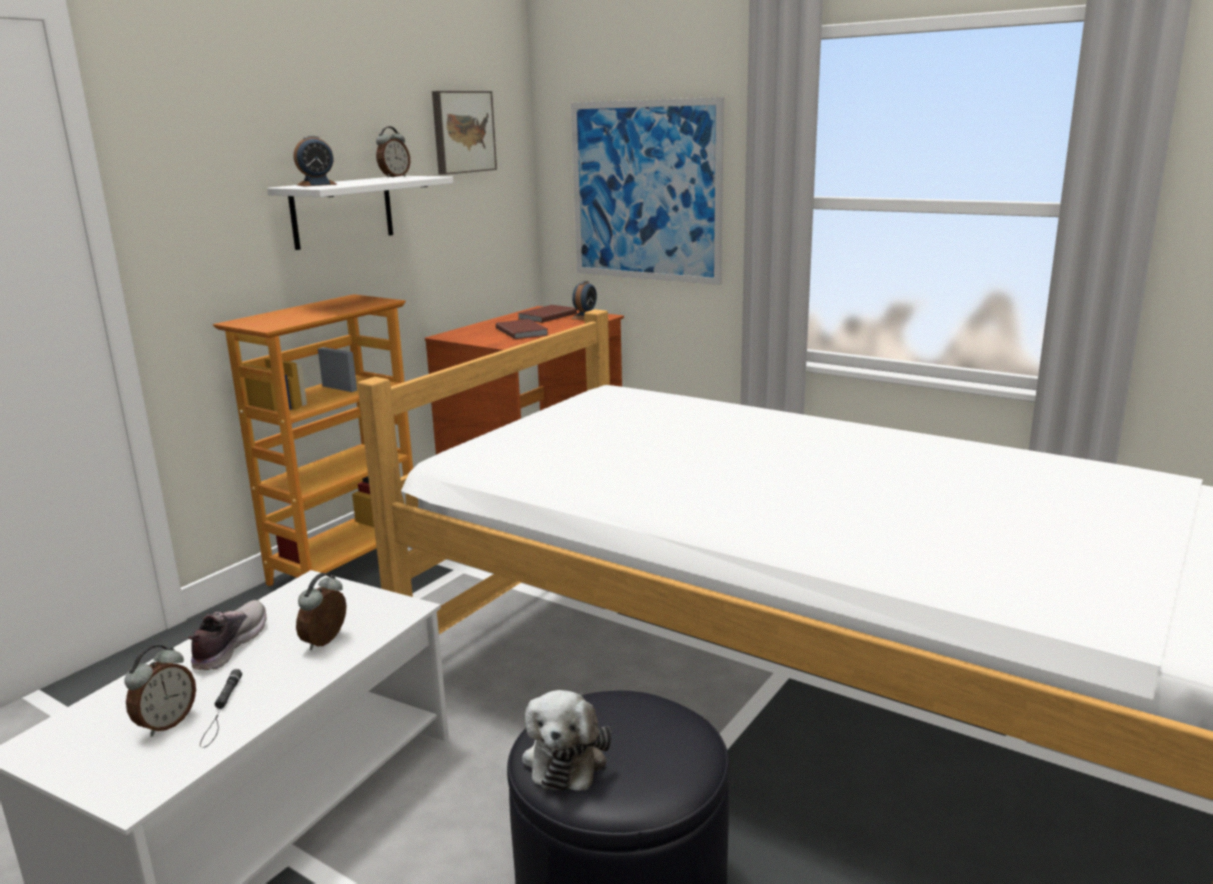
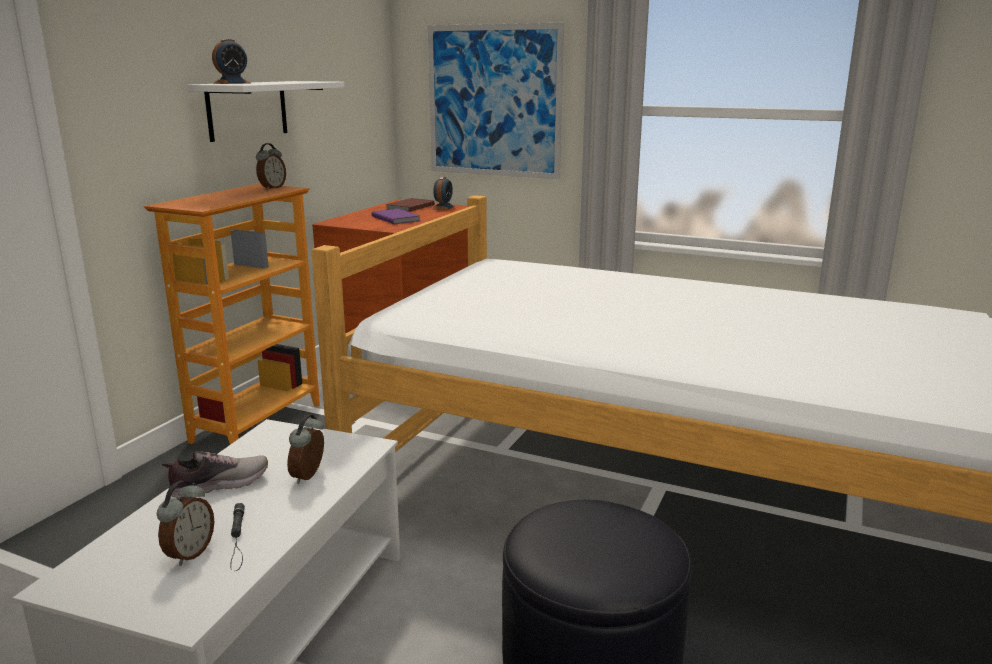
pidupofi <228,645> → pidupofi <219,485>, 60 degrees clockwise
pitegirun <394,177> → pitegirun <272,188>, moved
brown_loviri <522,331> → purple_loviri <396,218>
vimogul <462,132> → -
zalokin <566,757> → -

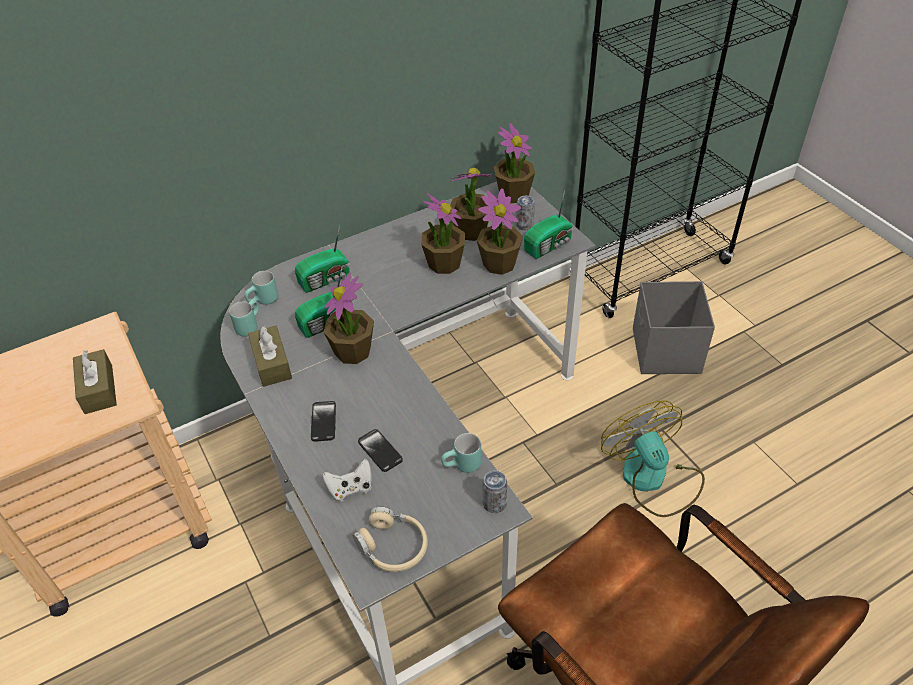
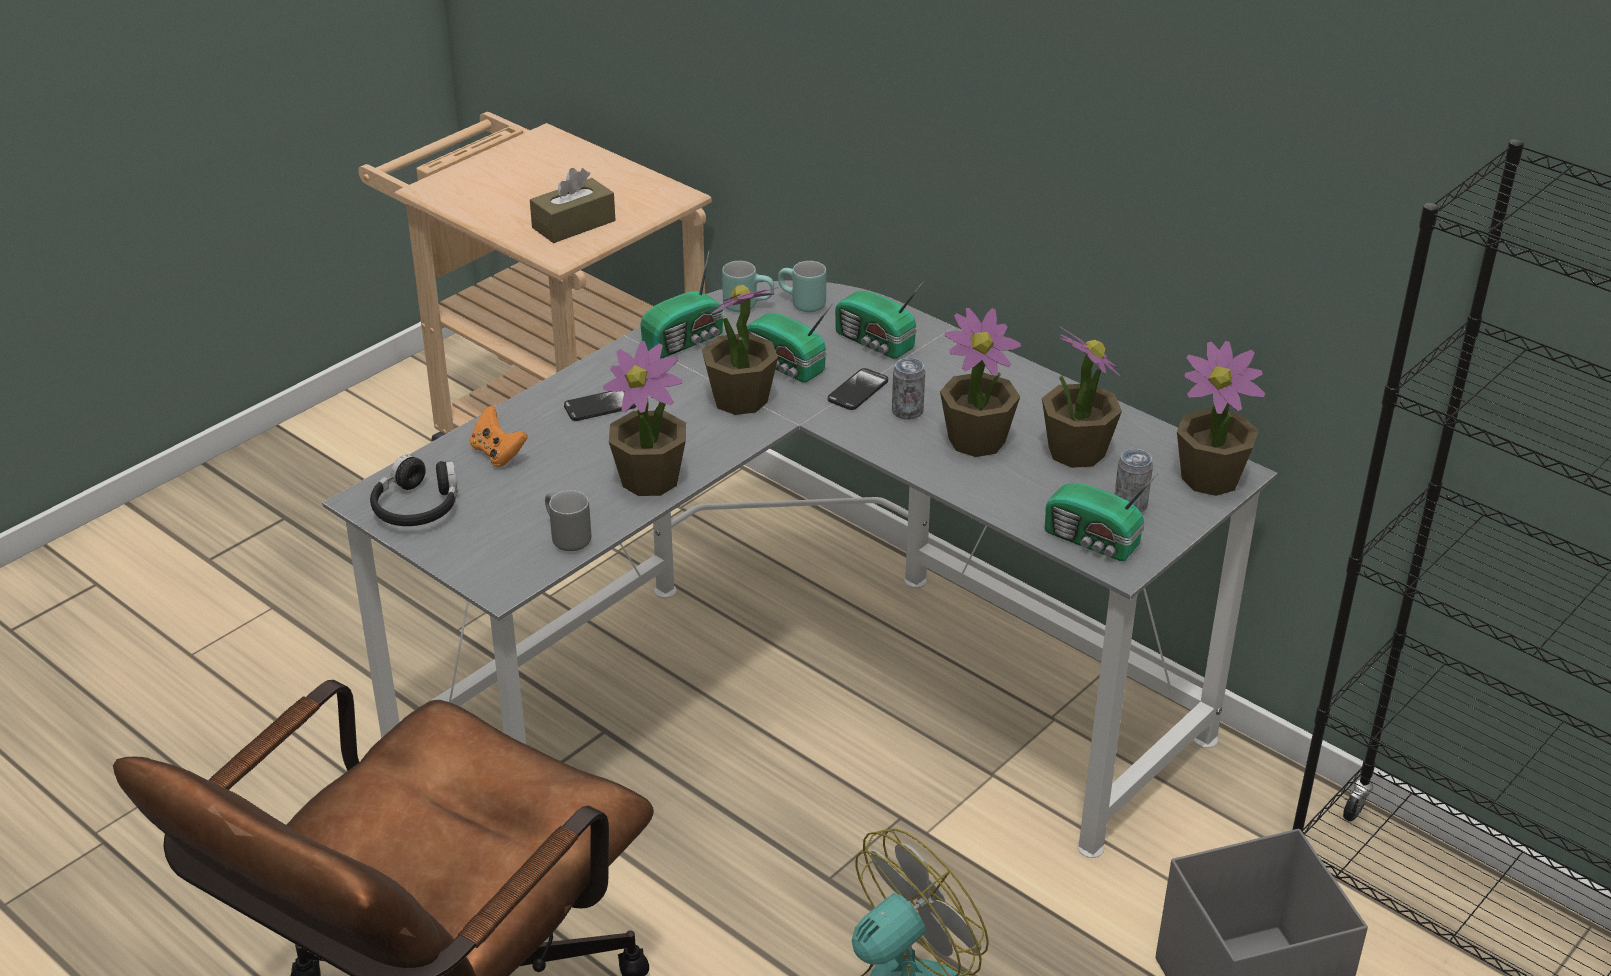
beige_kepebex <393,546> → black_kepebex <417,506>
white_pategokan <350,488> → orange_pategokan <497,453>
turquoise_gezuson <462,467> → grey_gezuson <564,538>
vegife <499,263> → vegife <650,479>, moved
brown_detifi <272,363> → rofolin <686,341>
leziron <380,451> → leziron <858,391>, moved
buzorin <494,503> → buzorin <907,412>, moved

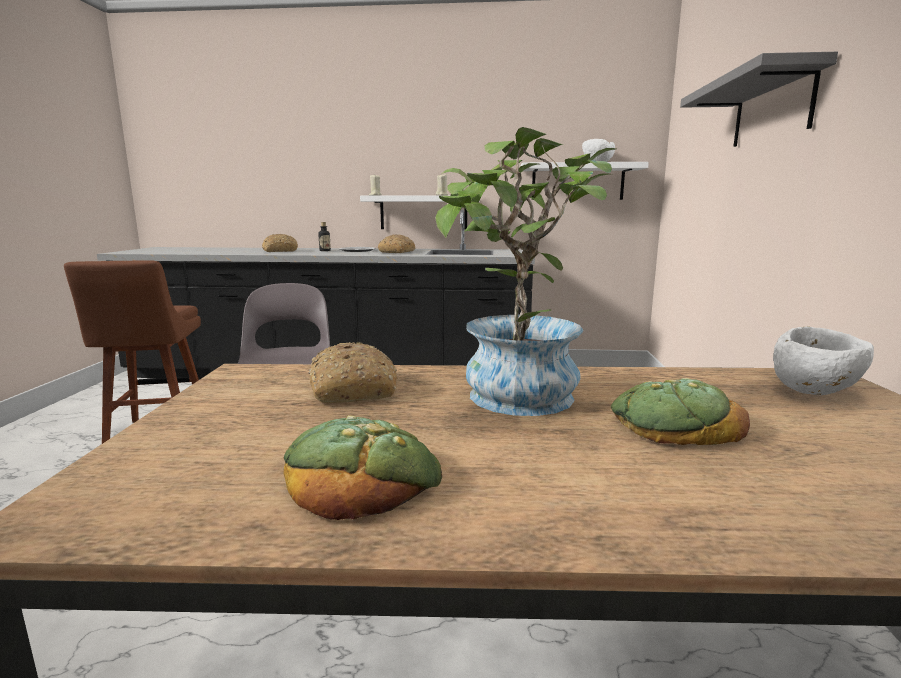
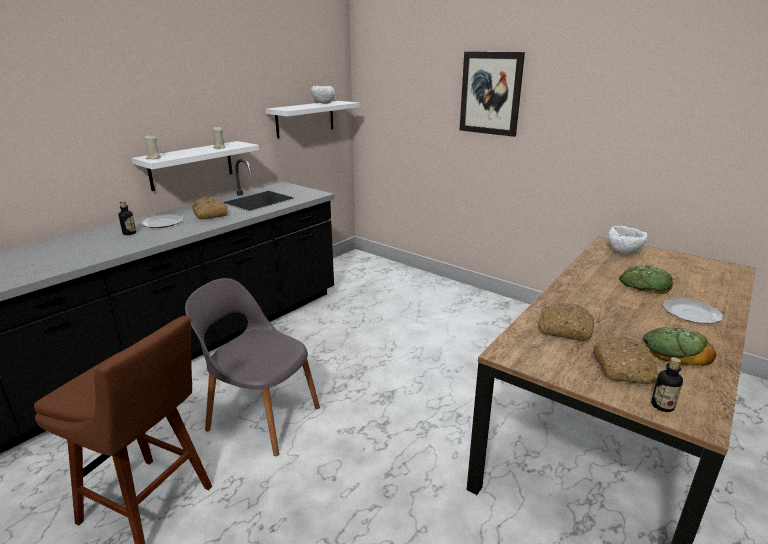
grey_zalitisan <772,109> → vimogul <490,93>
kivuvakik <279,251> → kivuvakik <623,368>, moved
- → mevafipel <662,406>
- → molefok <690,313>
vegife <514,401> → -

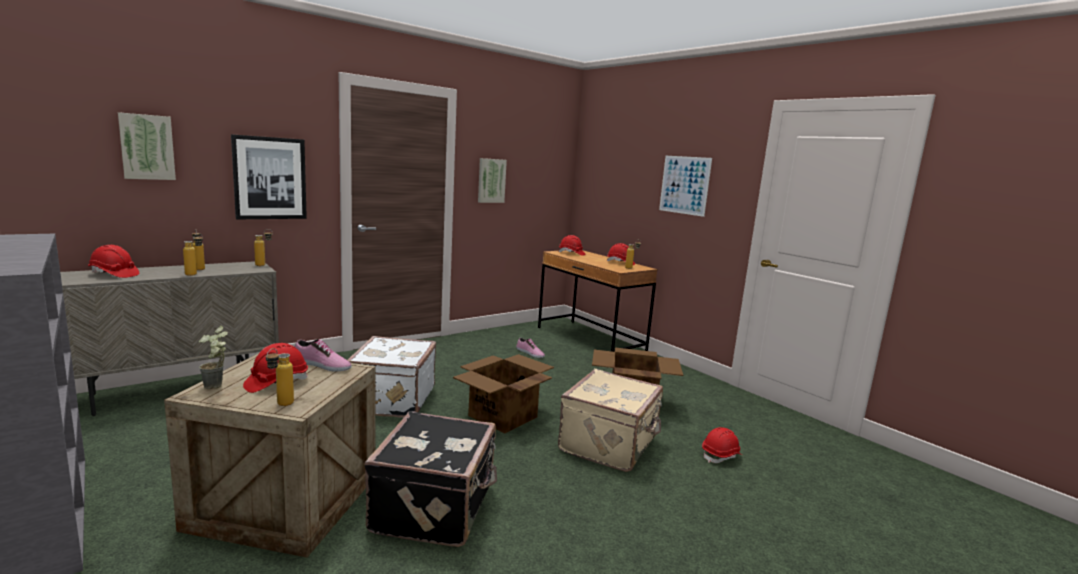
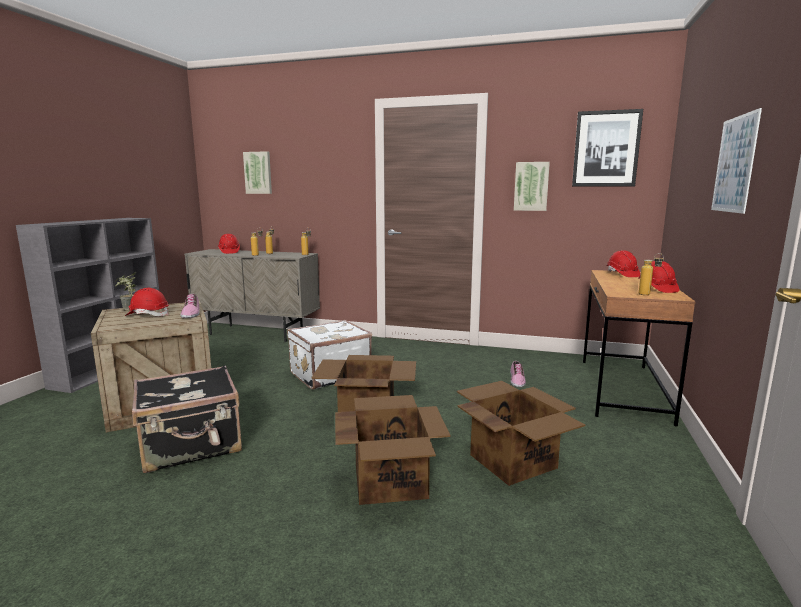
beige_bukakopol <610,444> → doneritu <390,481>
vimogul <270,178> → vimogul <606,149>, moved
mevafipel <280,405> → -
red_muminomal <721,456> → -

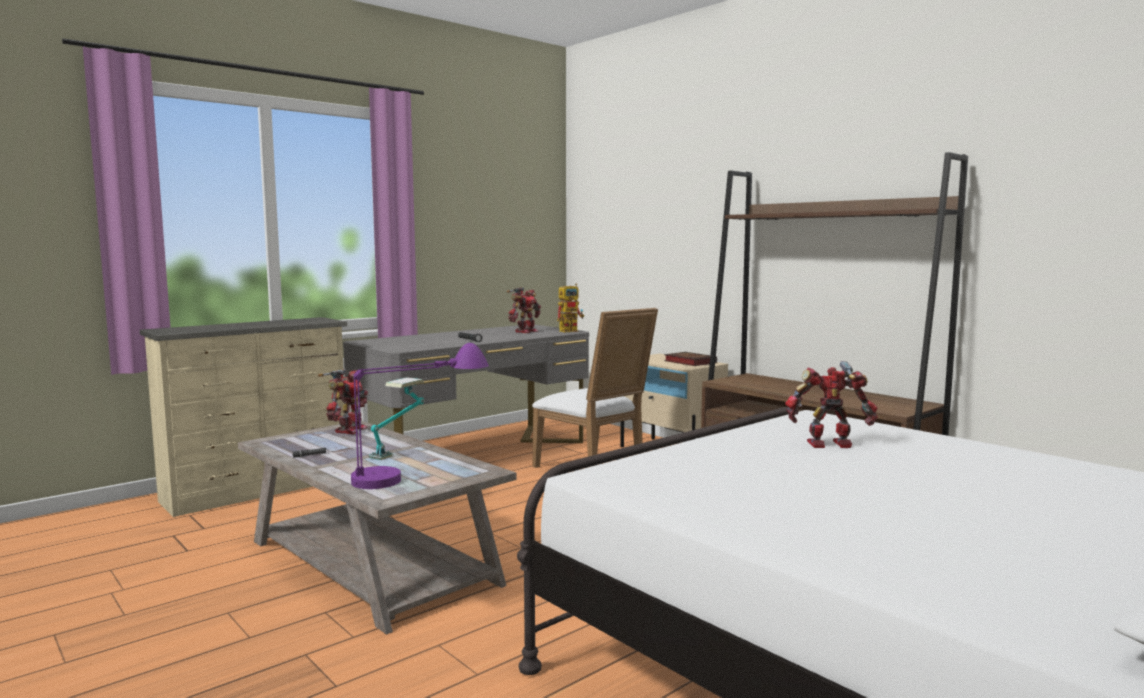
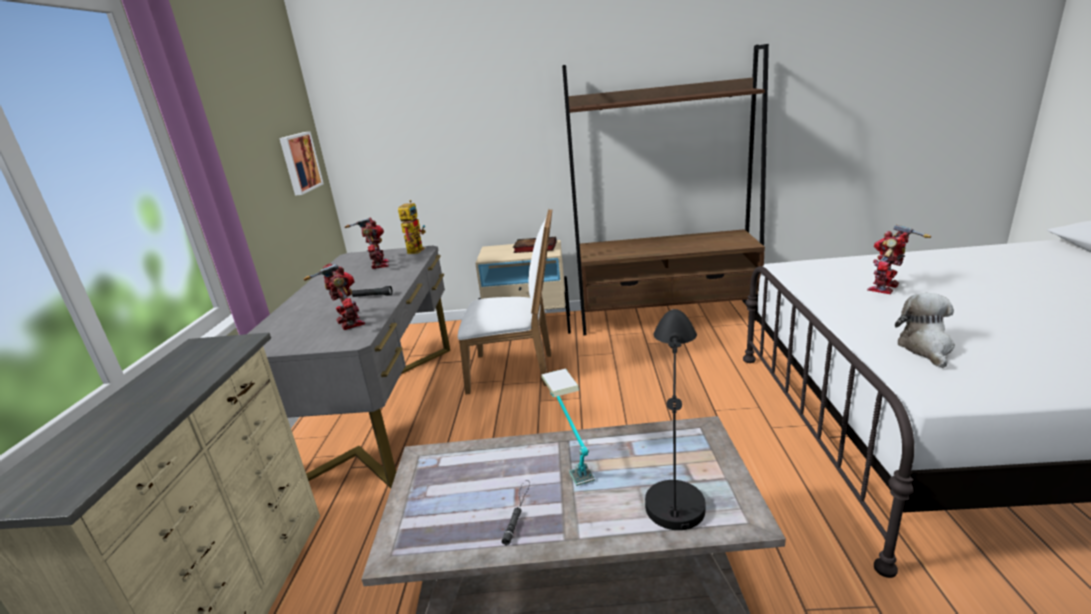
- → vimogul <299,162>
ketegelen <348,430> → ketegelen <348,323>, moved
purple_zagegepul <418,474> → black_zagegepul <675,472>
- → zalokin <926,348>

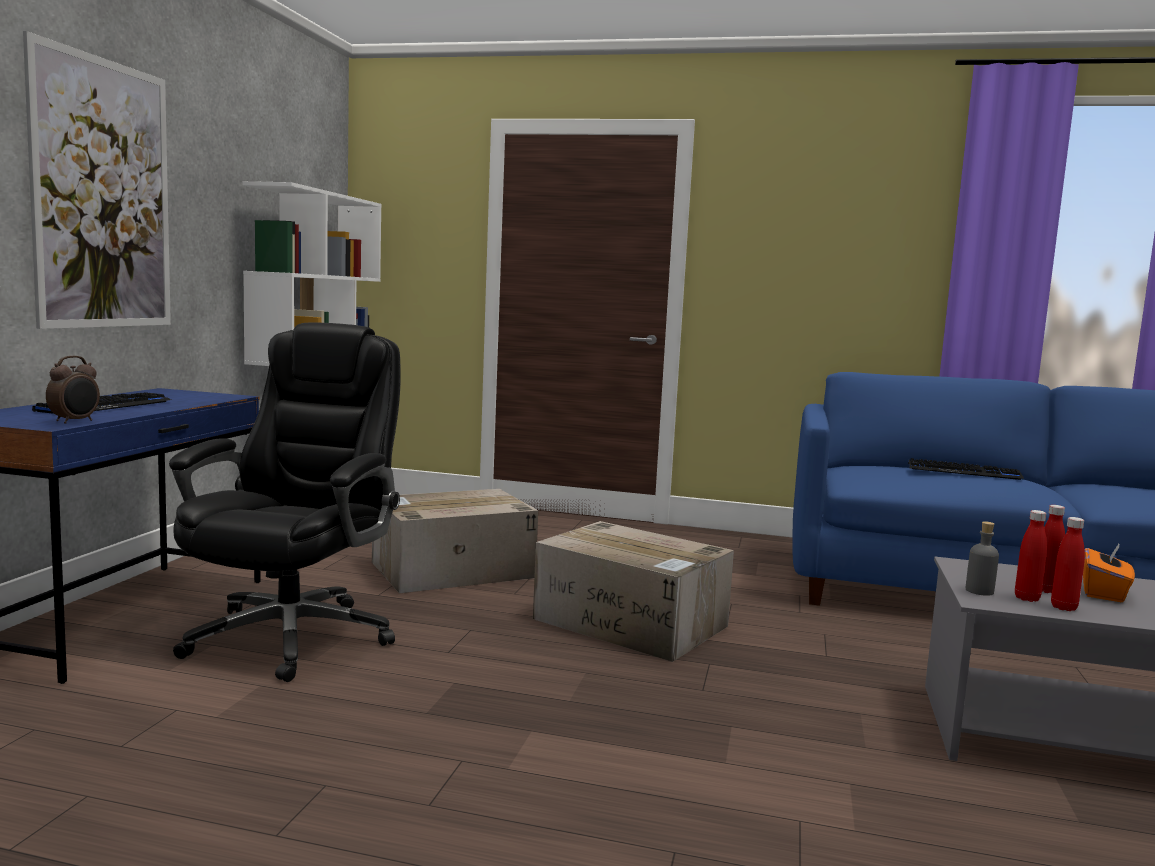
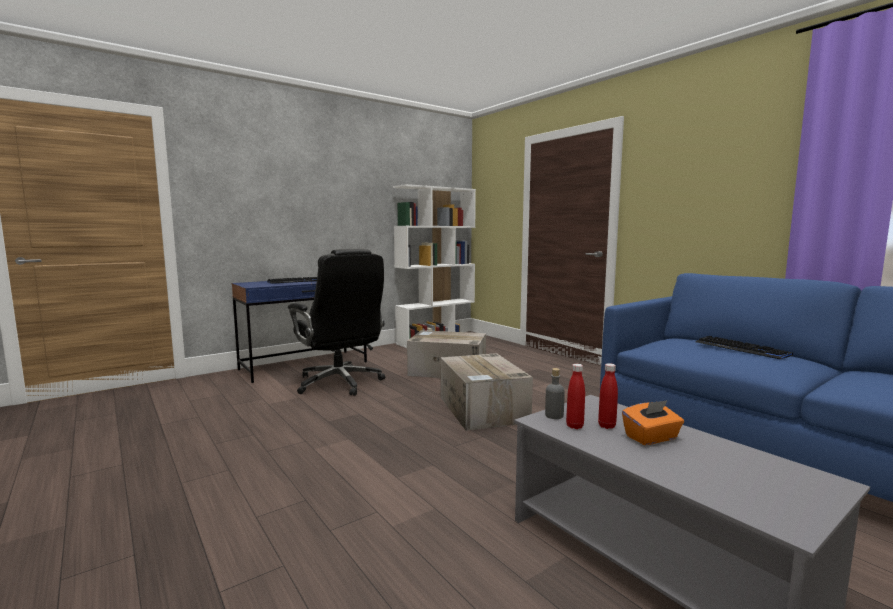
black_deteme <293,636> → black_deteme <340,383>, 90 degrees clockwise
vimogul <103,195> → -
pitegirun <75,421> → -
red_mevafipel <1063,607> → -

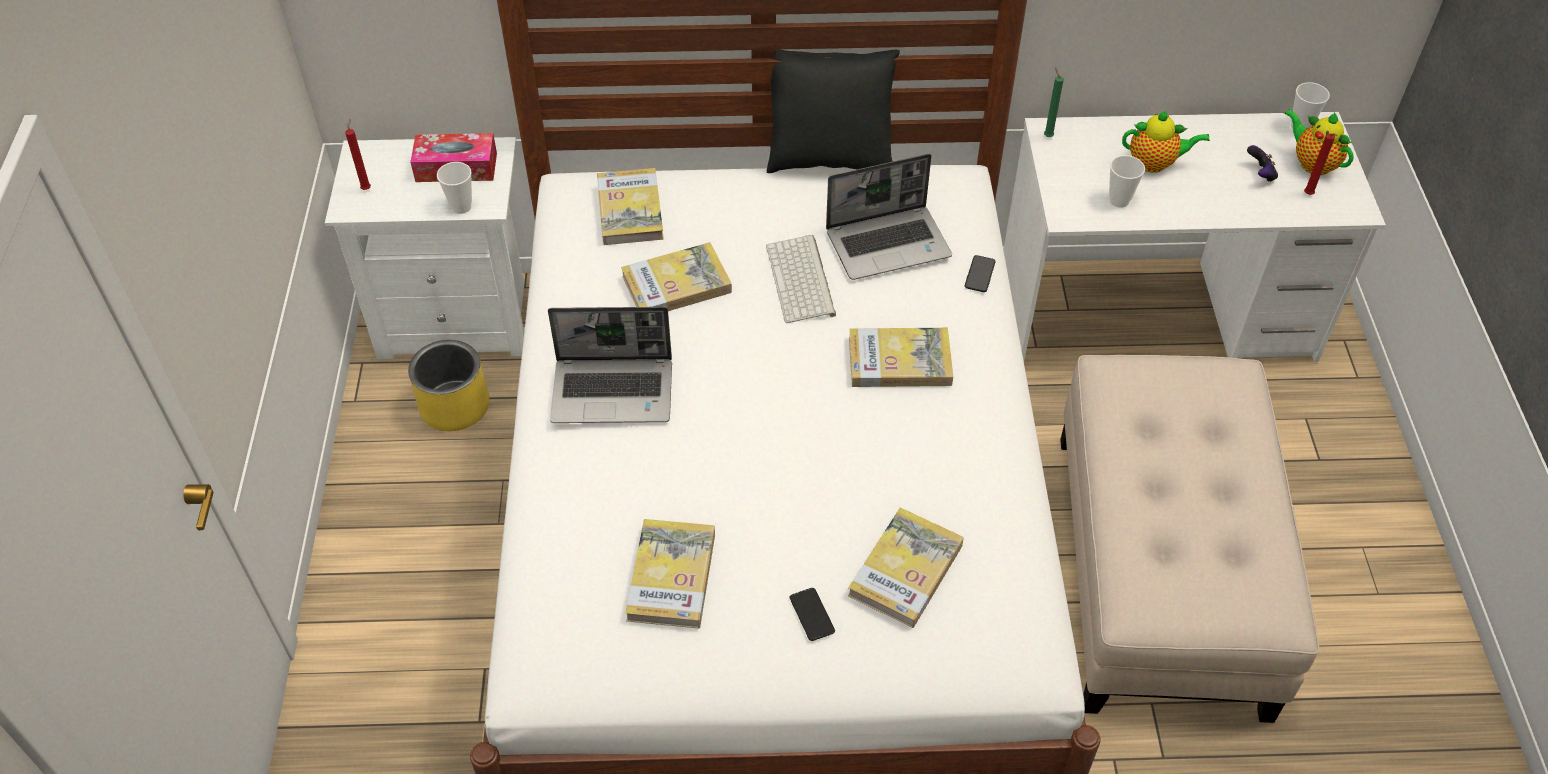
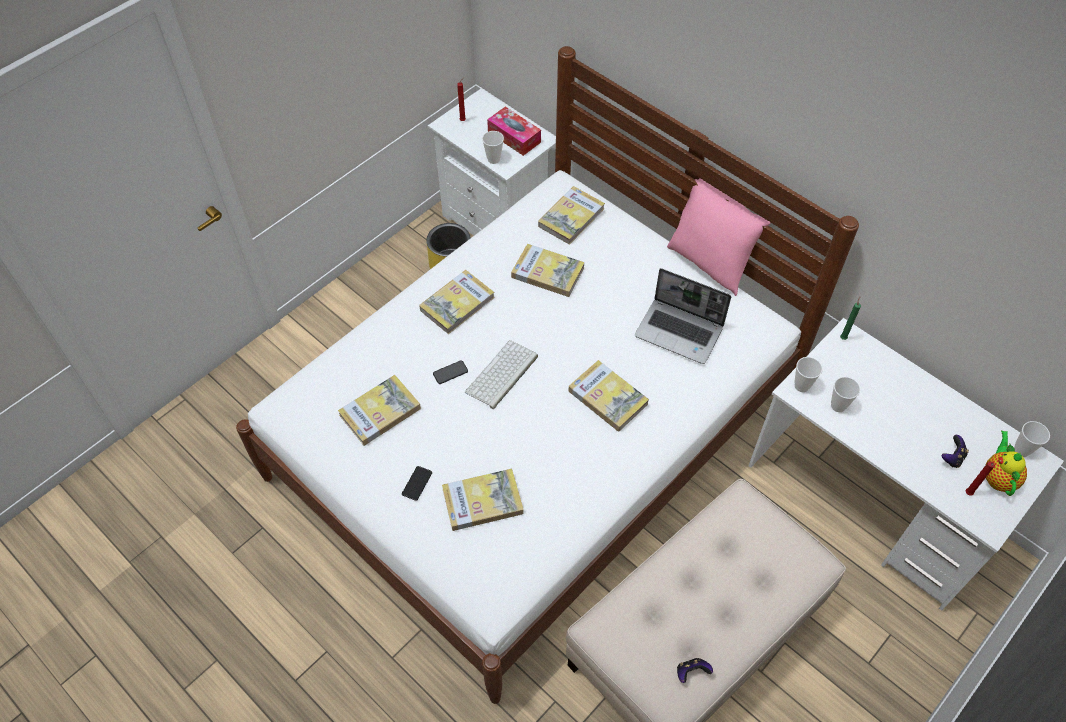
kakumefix <614,391> → loviri <457,304>
leziron <979,274> → leziron <450,372>, moved
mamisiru <802,281> → mamisiru <502,375>, moved
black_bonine <829,159> → pink_bonine <709,263>
- → pategokan <691,672>
- → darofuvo <801,386>
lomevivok <1155,163> → -

